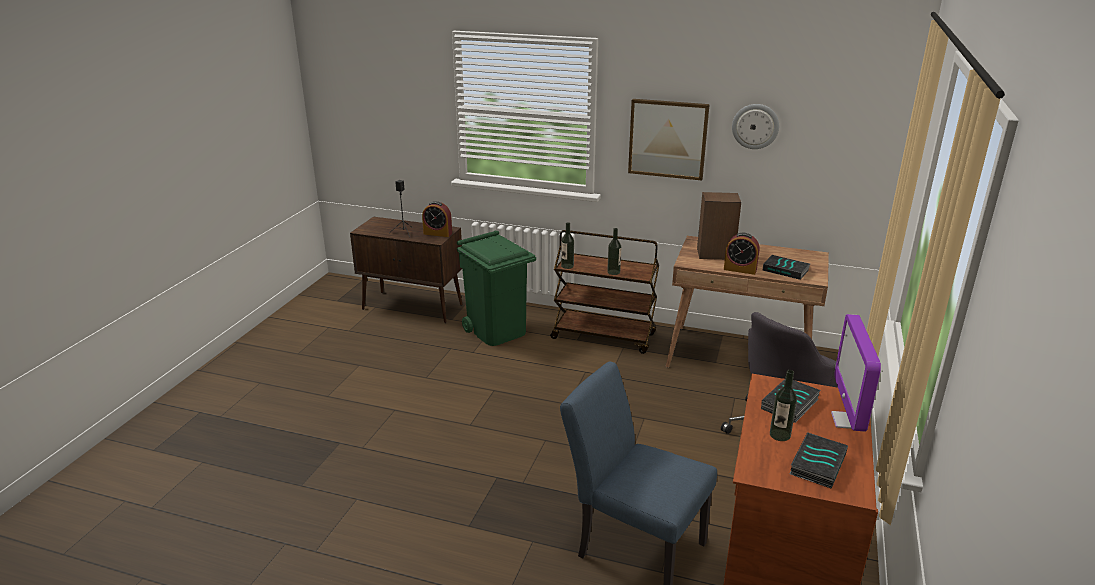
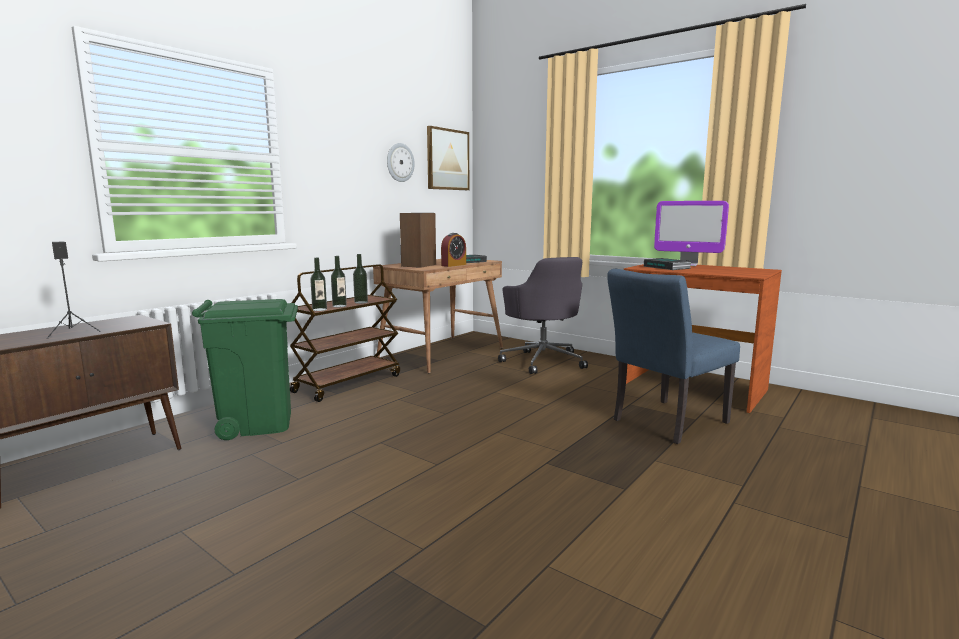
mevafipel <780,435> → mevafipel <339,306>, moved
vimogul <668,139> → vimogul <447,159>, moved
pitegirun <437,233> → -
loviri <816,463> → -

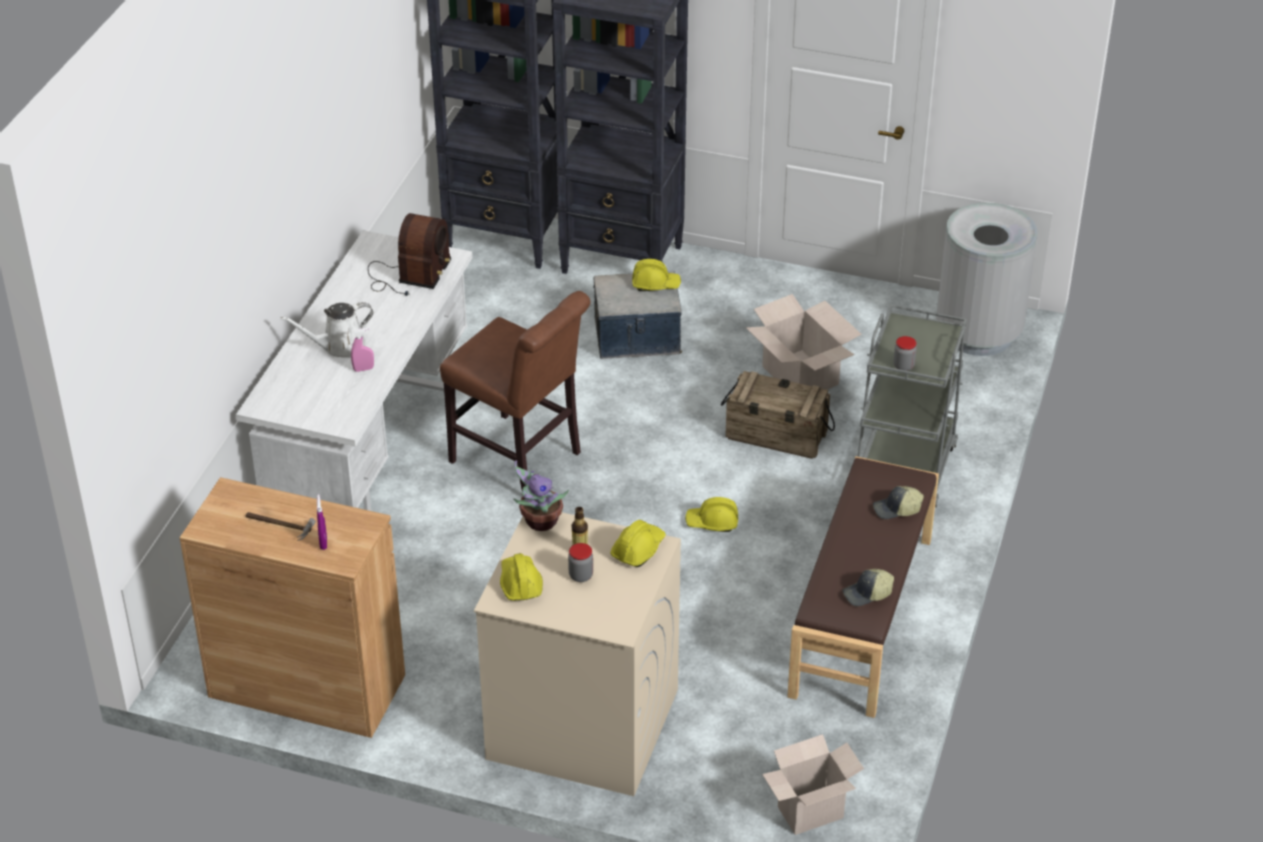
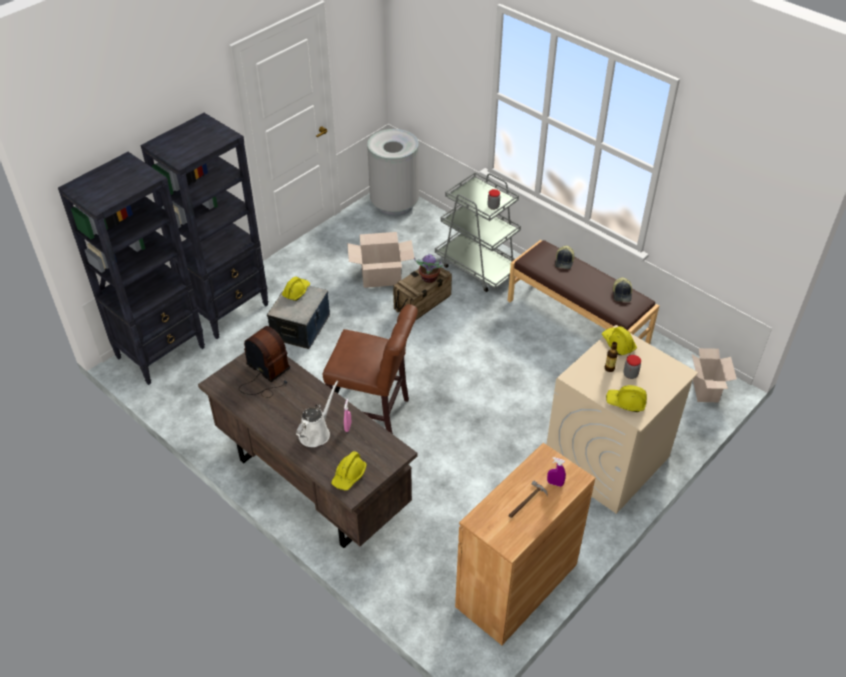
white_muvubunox <370,444> → brown_muvubunox <311,483>
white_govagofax <339,347> → white_govagofax <316,432>, 150 degrees counterclockwise
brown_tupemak <520,460> → brown_tupemak <374,415>, 45 degrees clockwise
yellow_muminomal <712,522> → yellow_muminomal <349,475>, moved
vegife <539,522> → vegife <429,278>, moved

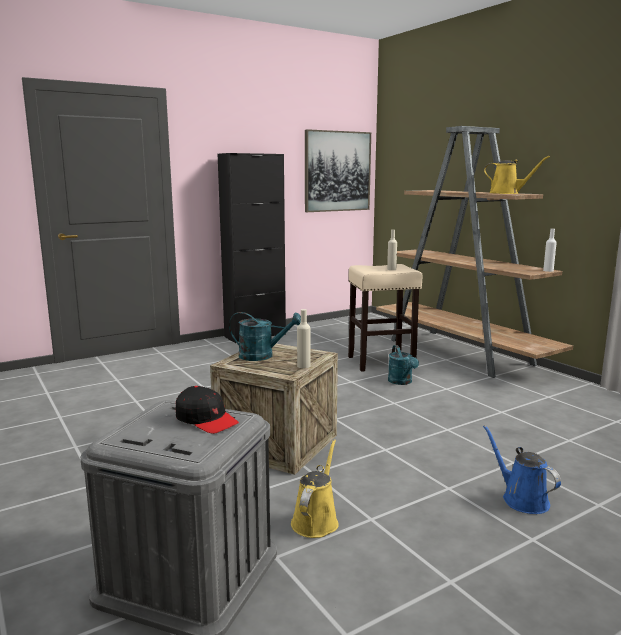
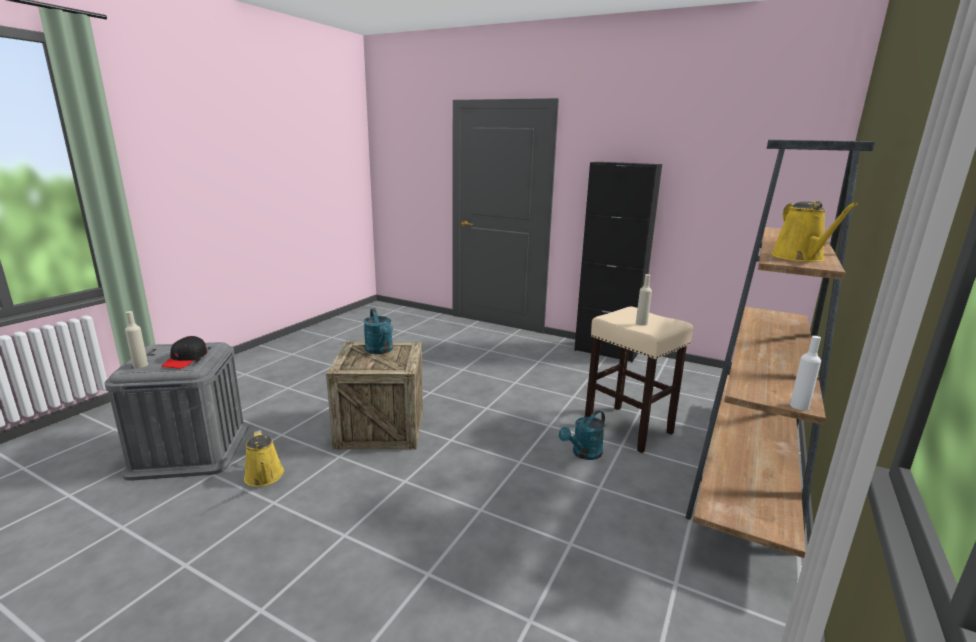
beige_mevafipel <303,366> → beige_mevafipel <140,365>, moved
yellow_govagofax <316,520> → yellow_govagofax <264,477>, 75 degrees clockwise
vimogul <337,171> → -
blue_govagofax <521,499> → -

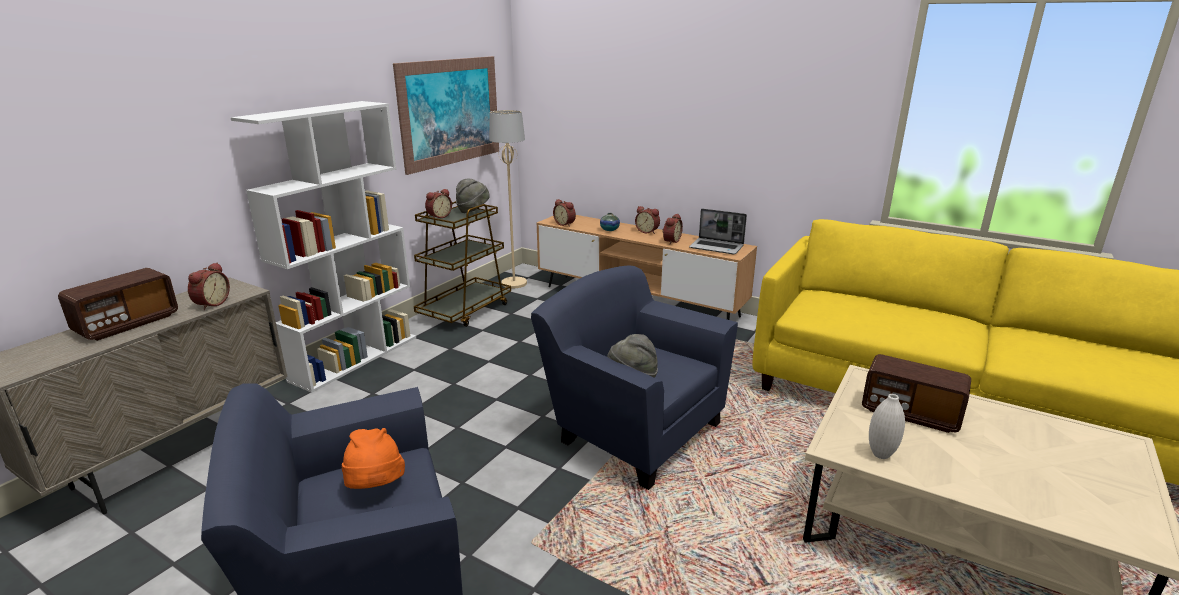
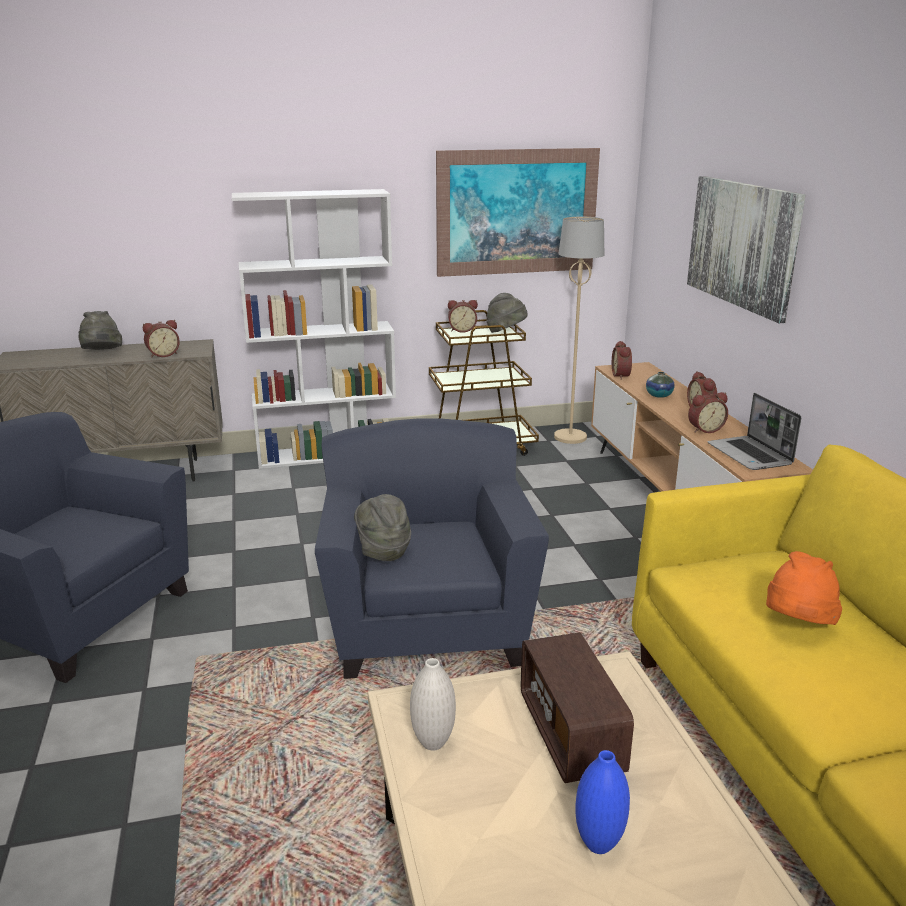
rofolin <127,324> → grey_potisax <102,353>
- → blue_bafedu <598,844>
- → vimogul <742,244>
orange_potisax <375,487> → orange_potisax <797,625>, moved

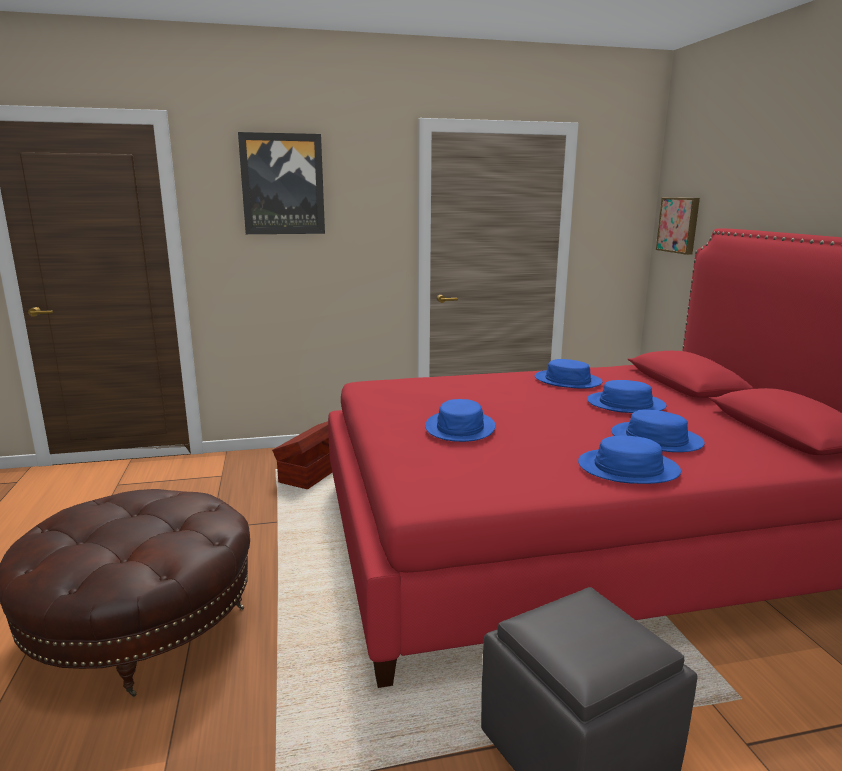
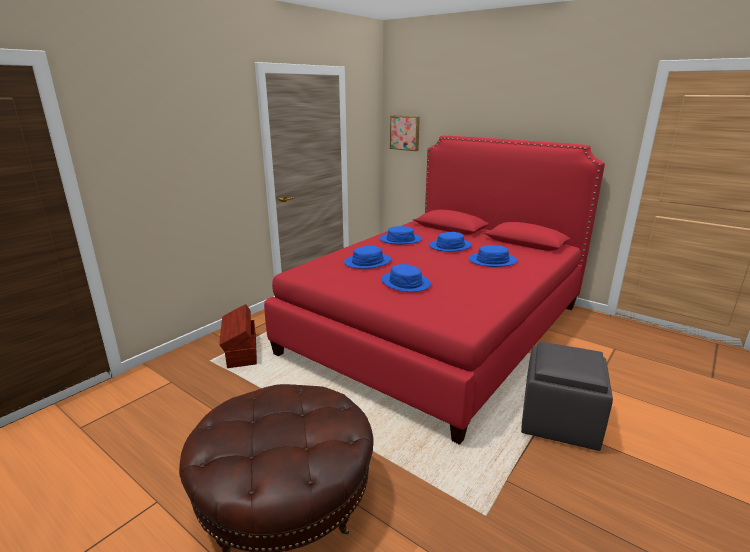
blue_potisax <628,468> → blue_potisax <367,262>, moved
vimogul <282,184> → -

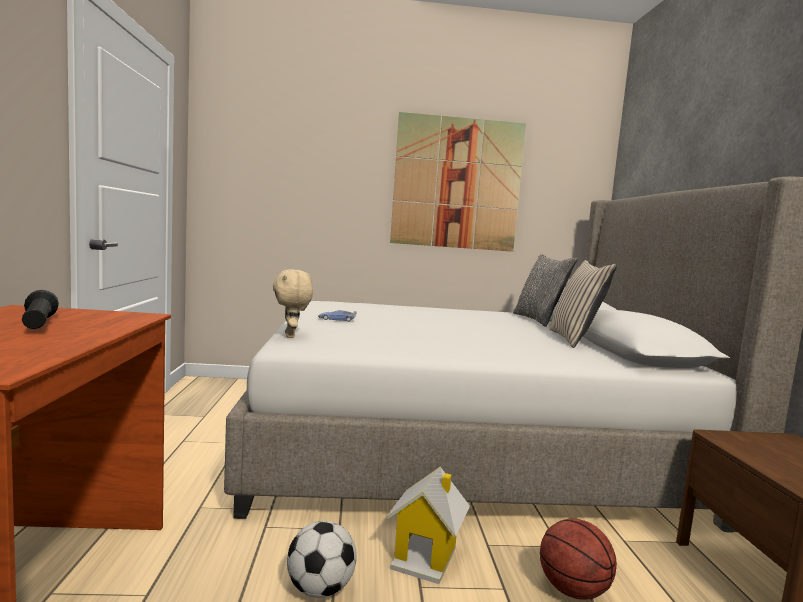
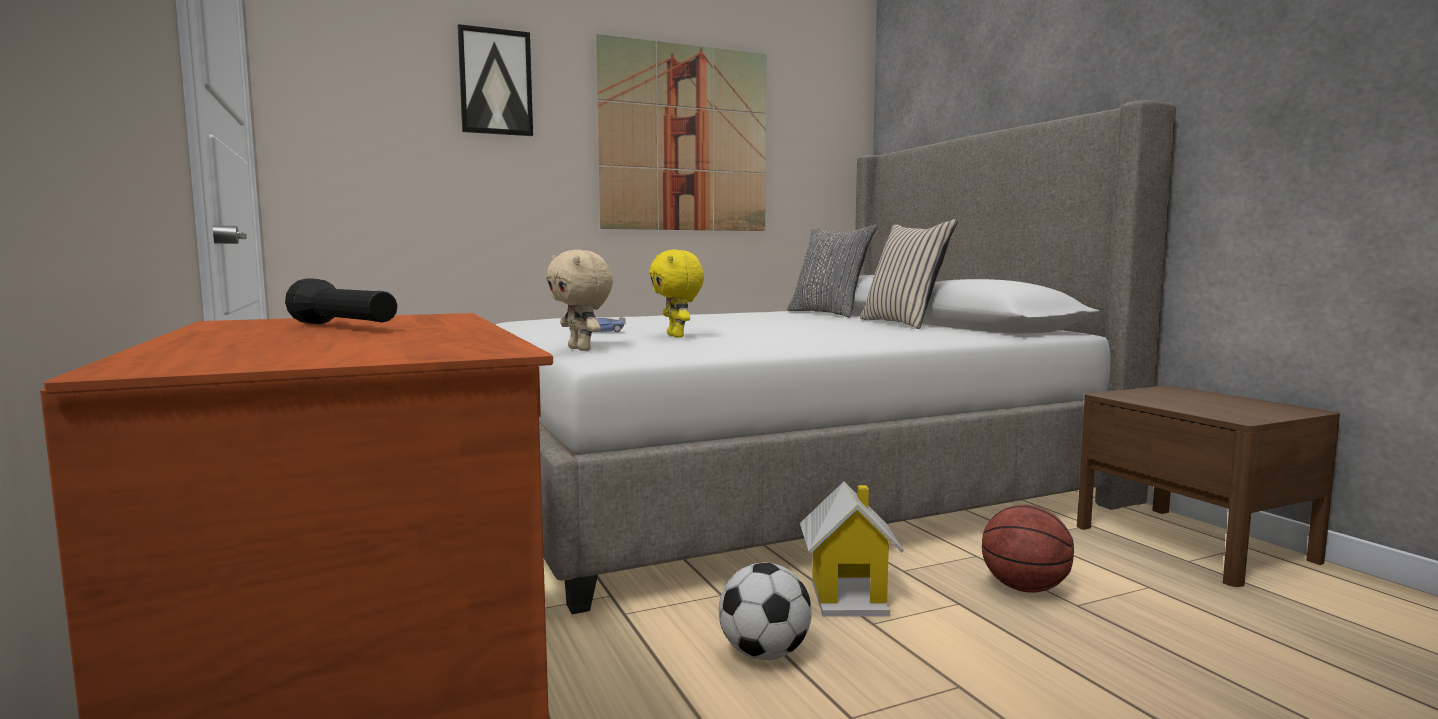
- → vimogul <495,82>
- → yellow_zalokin <677,336>

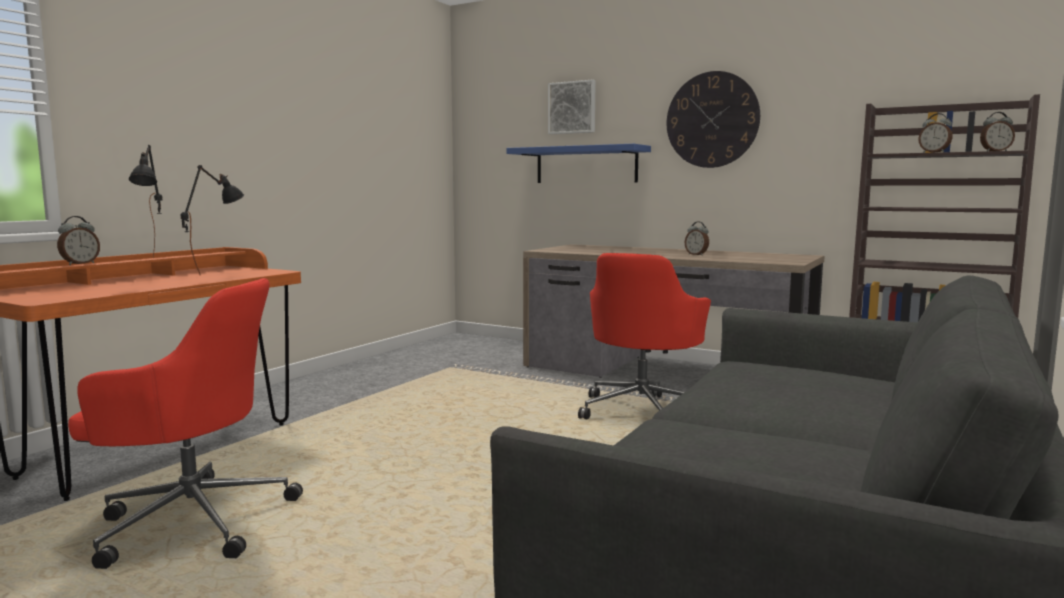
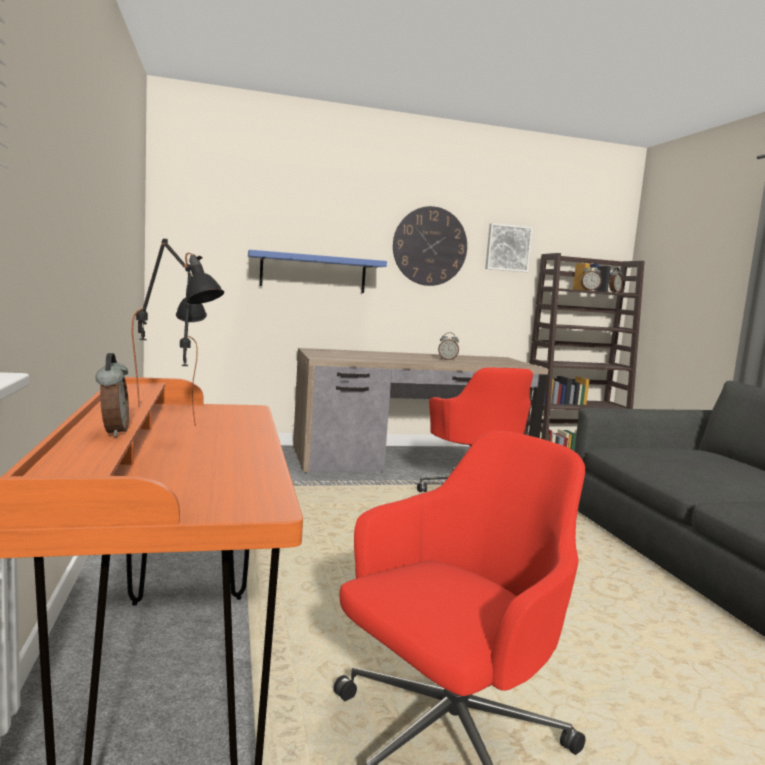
vimogul <572,107> → vimogul <507,248>, moved

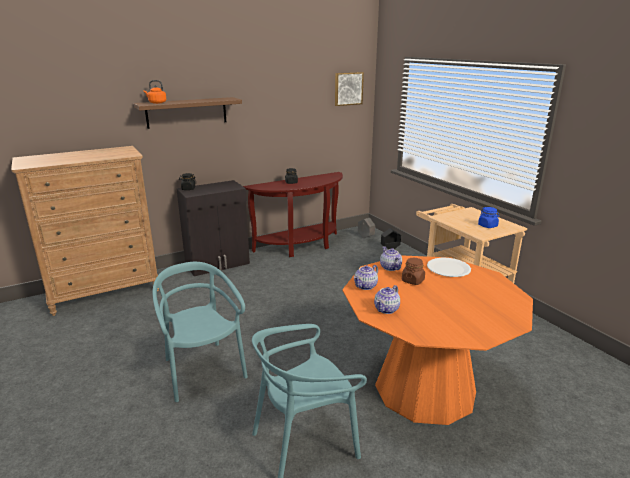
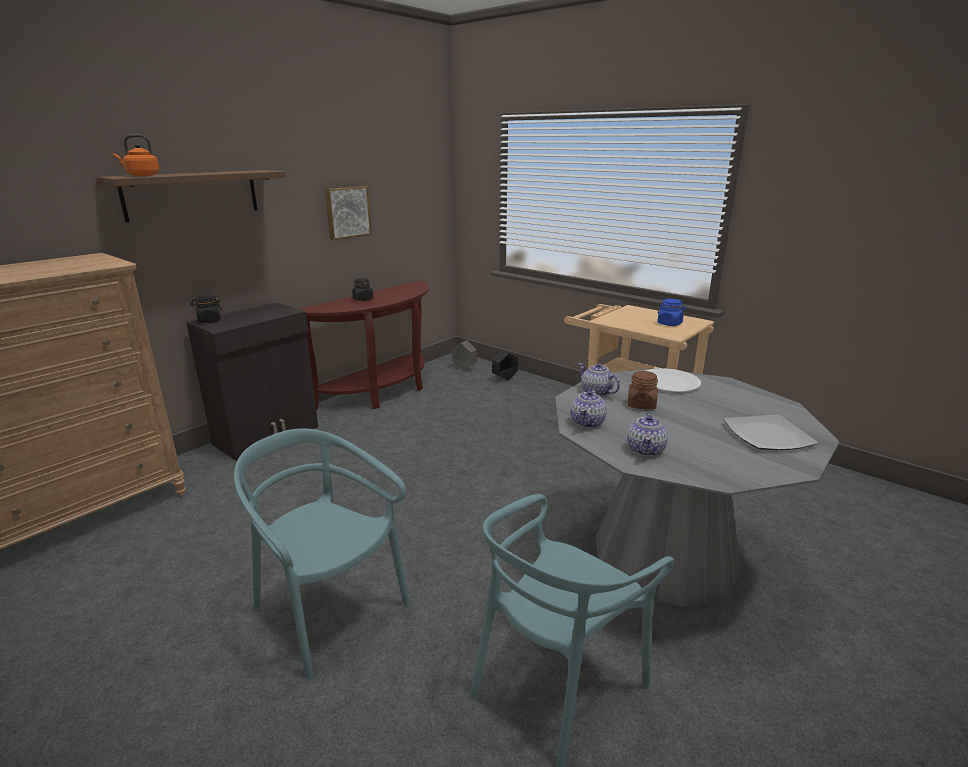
vimogul <348,88> → vimogul <347,212>, moved
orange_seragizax <425,388> → grey_seragizax <665,554>
- → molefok <767,436>

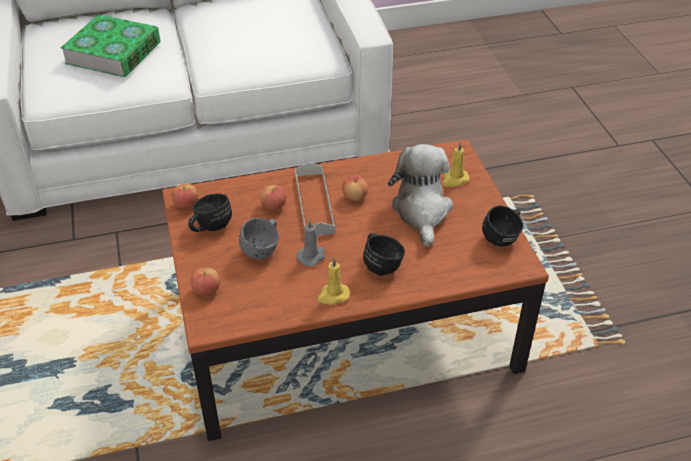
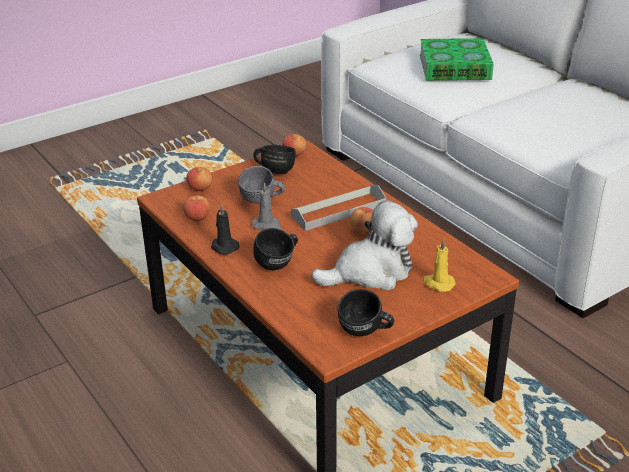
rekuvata <273,206> → rekuvata <197,217>, moved
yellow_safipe <333,295> → black_safipe <224,247>

